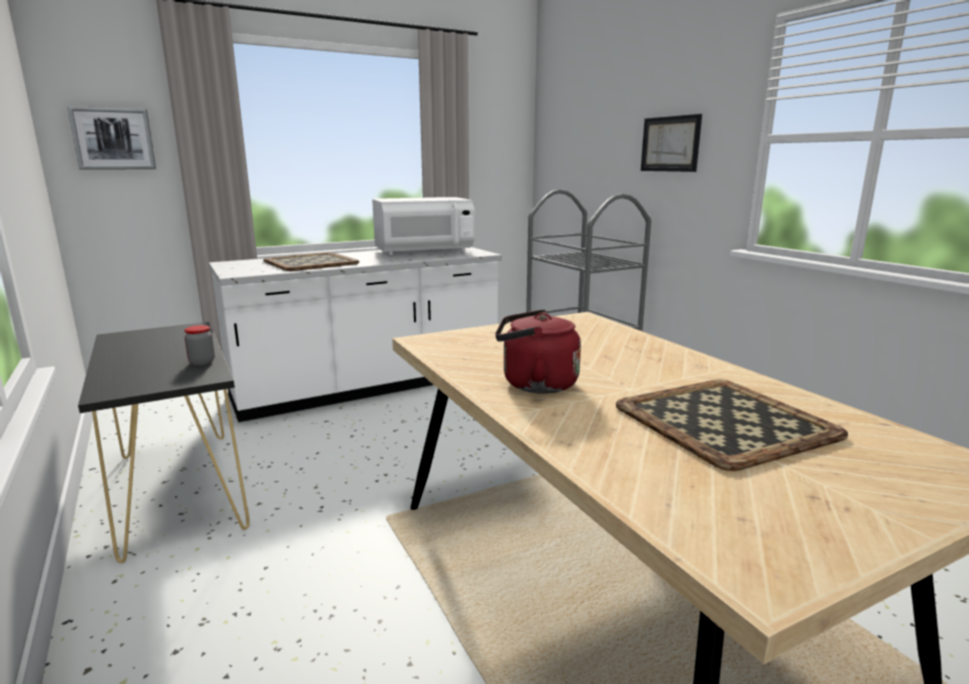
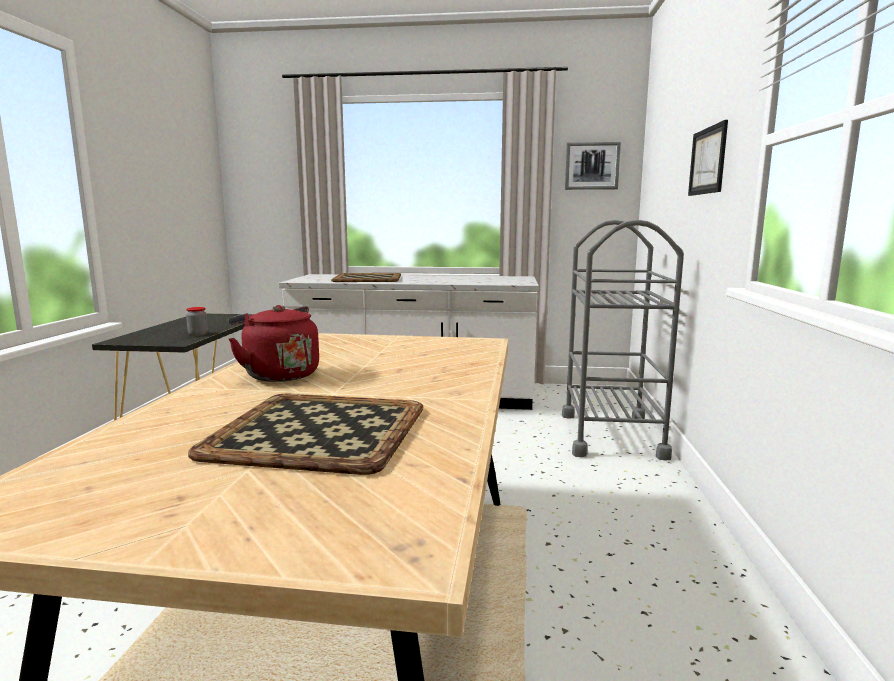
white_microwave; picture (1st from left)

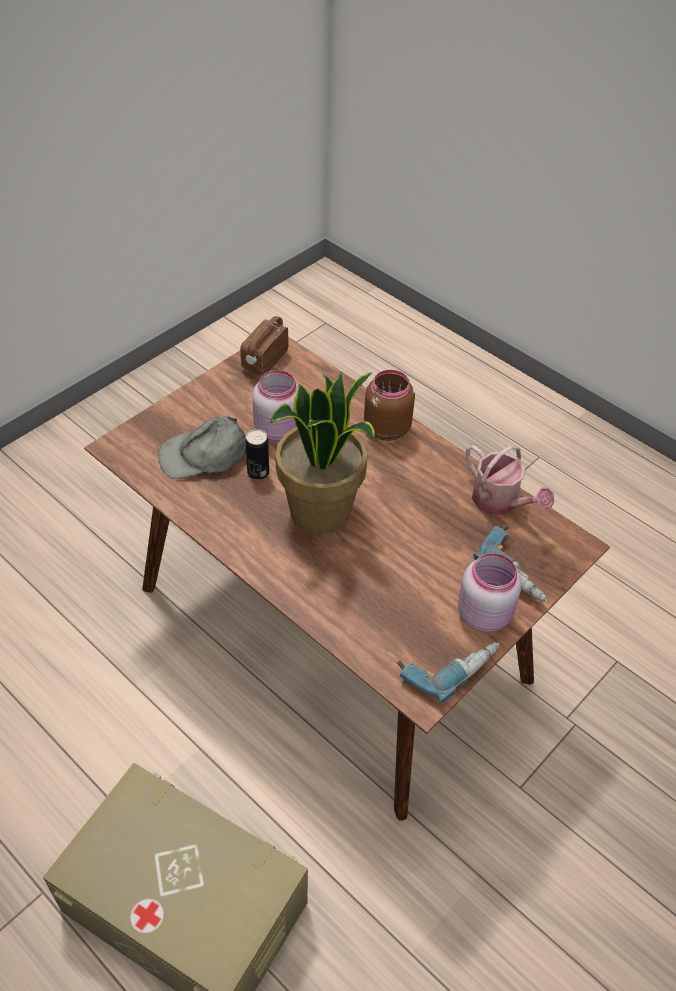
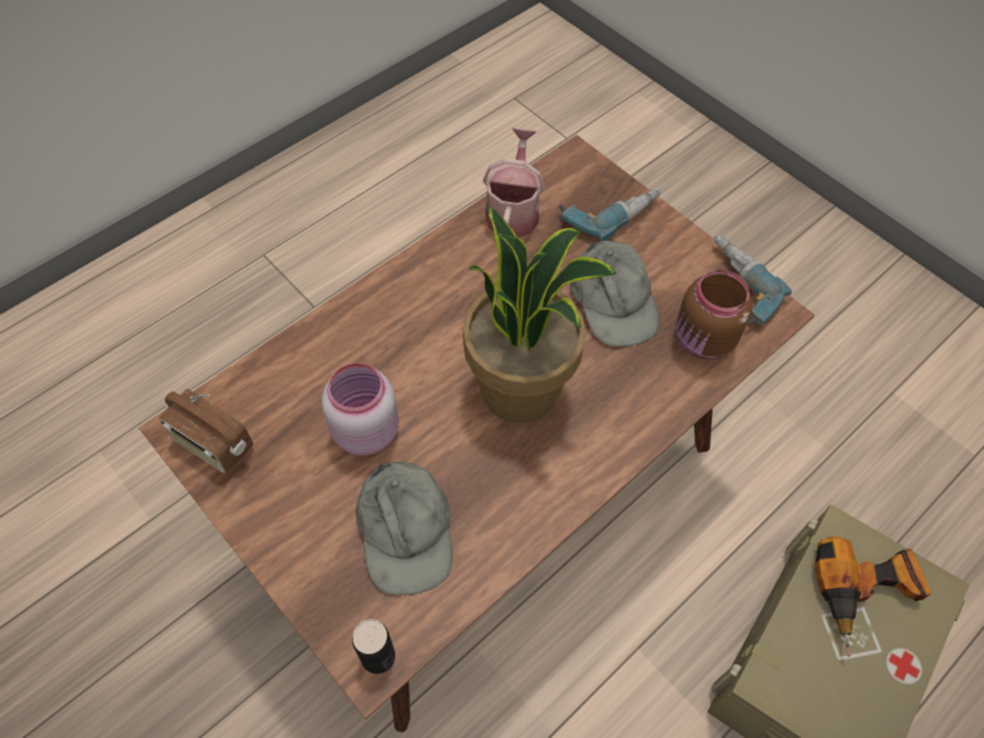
pink_jar (2nd from left in the first image); grey_cap (2nd from left); power_drill (3rd from left); can; brown_jar; watering_can

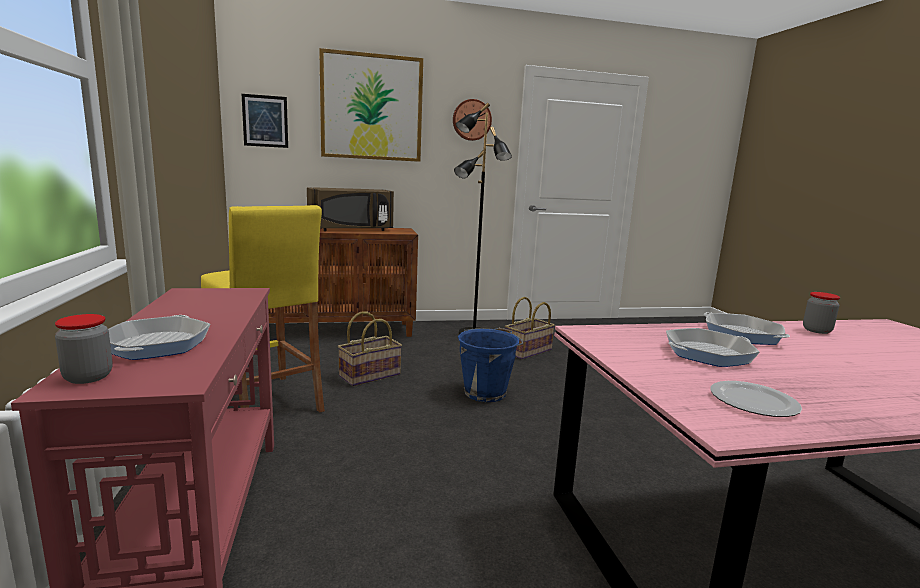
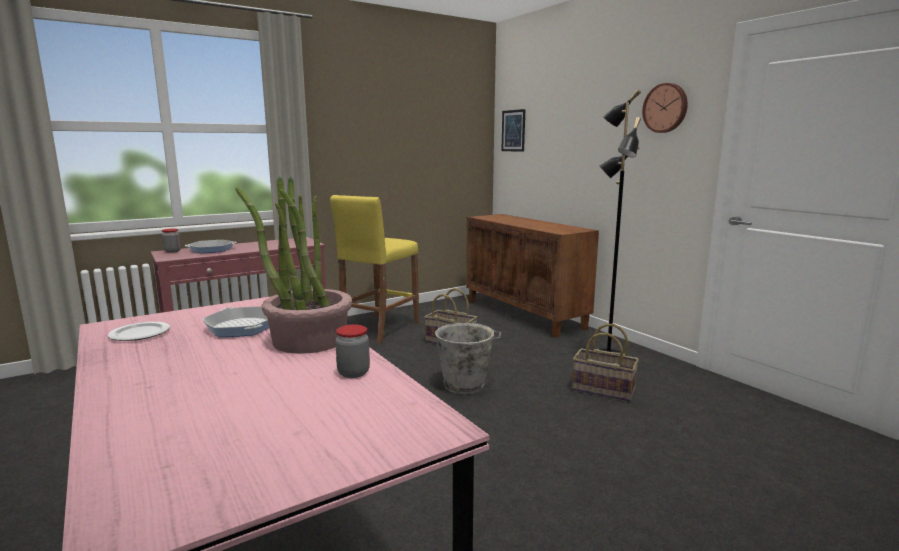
brown_microwave; picture (2nd from left in the first image); potted_plant; grey_bucket

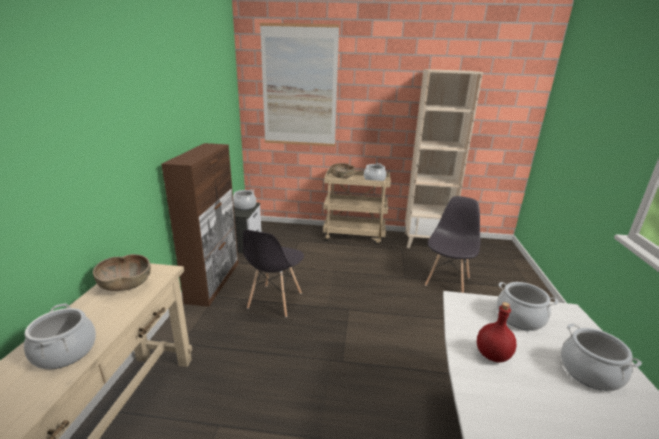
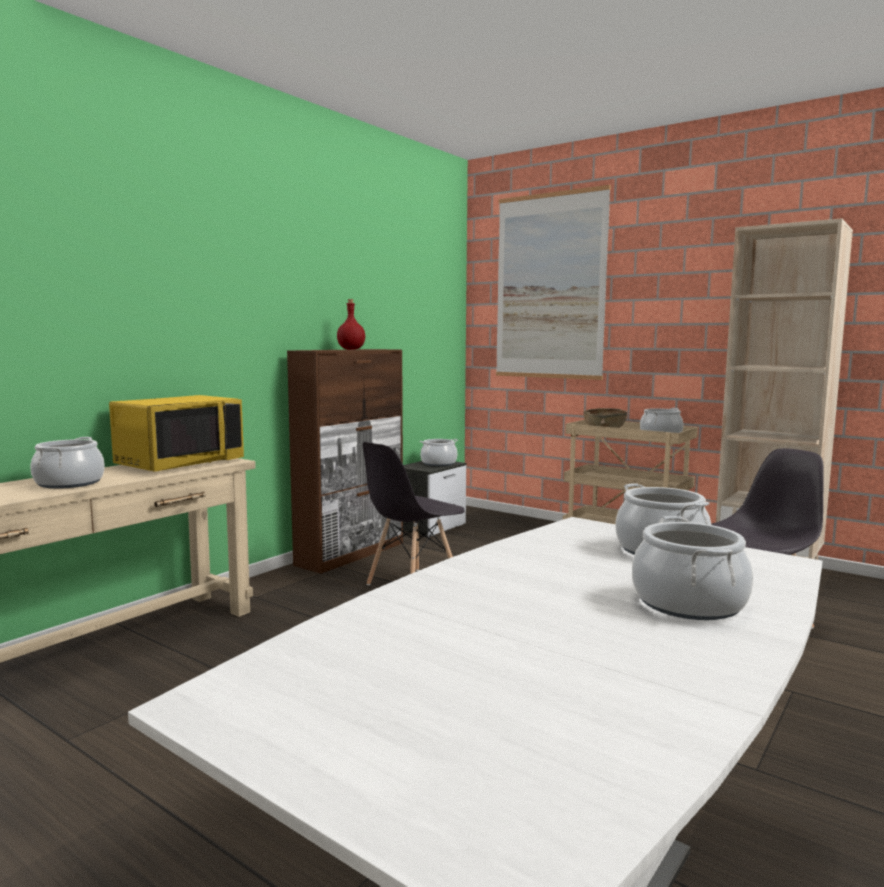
red_bottle; yellow_microwave

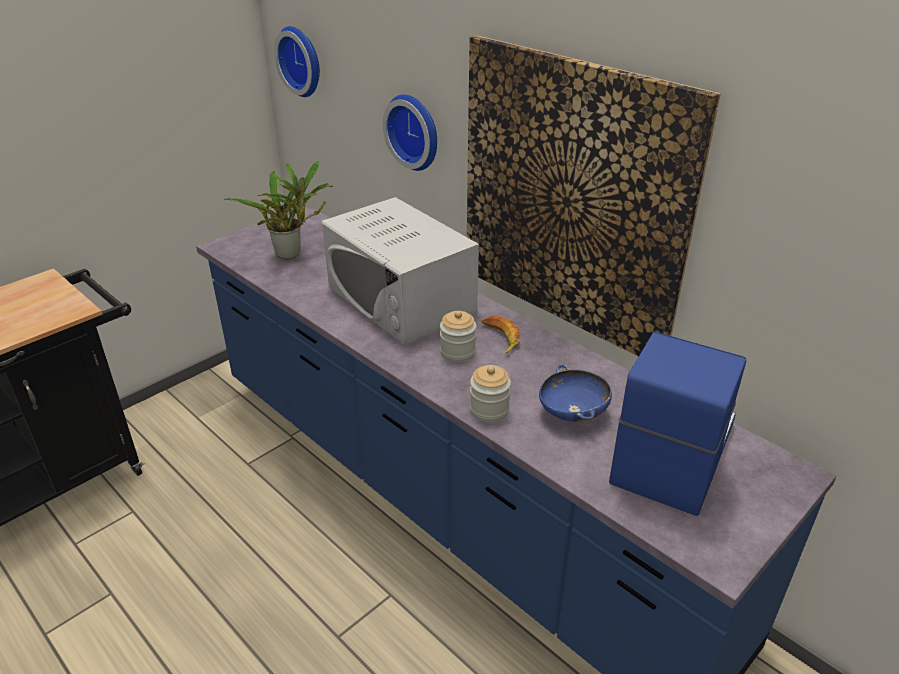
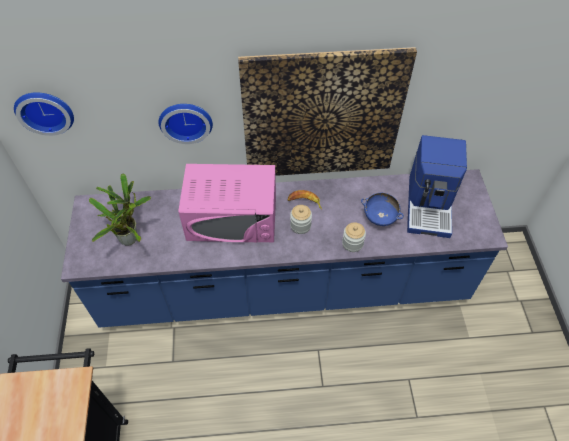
pink_microwave; coffee_machine

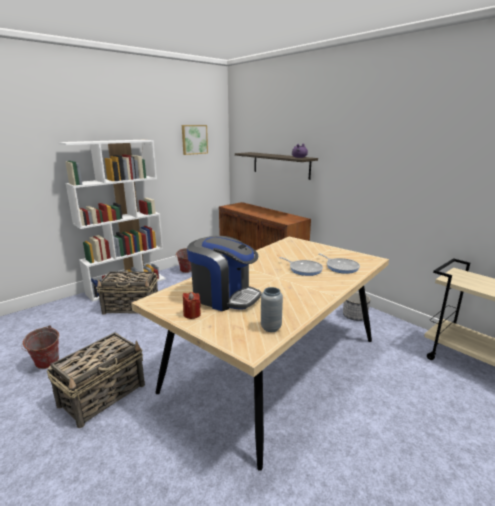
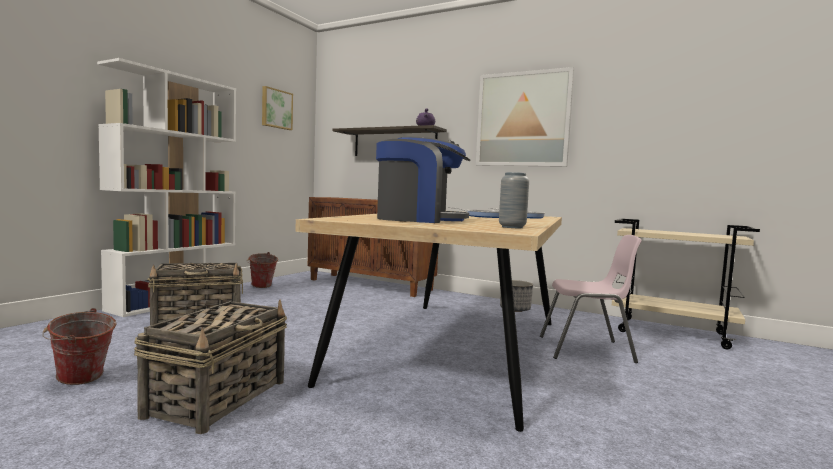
red_candle; picture (2nd from left); pink_chair

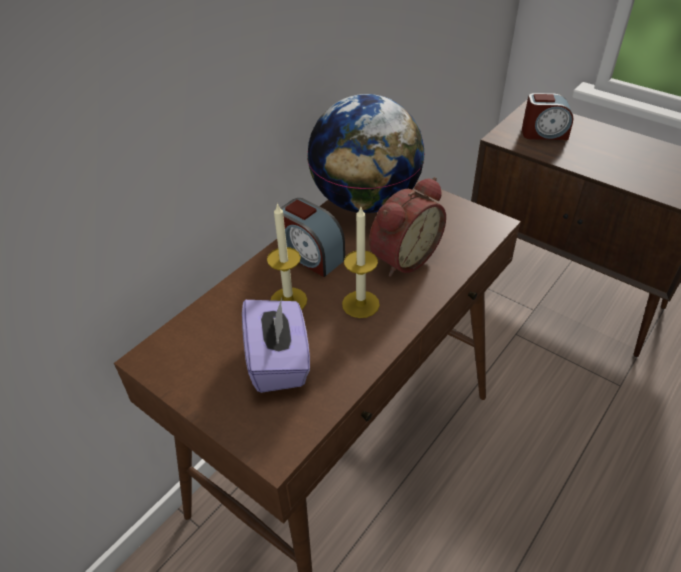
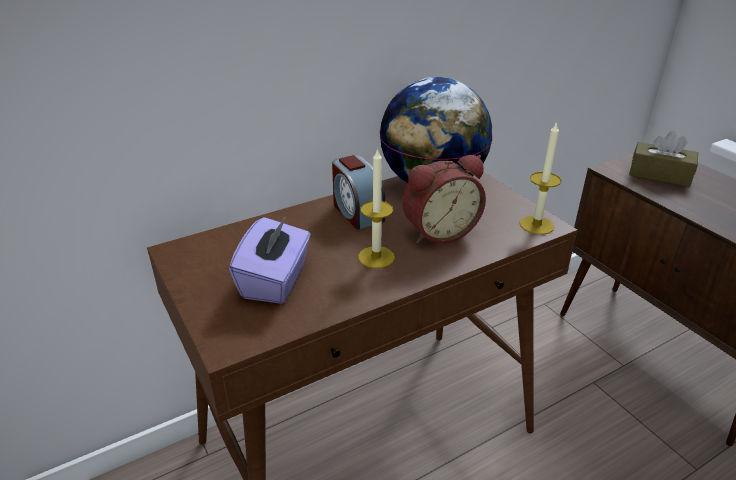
candle (2nd from left); brown_tissue_box

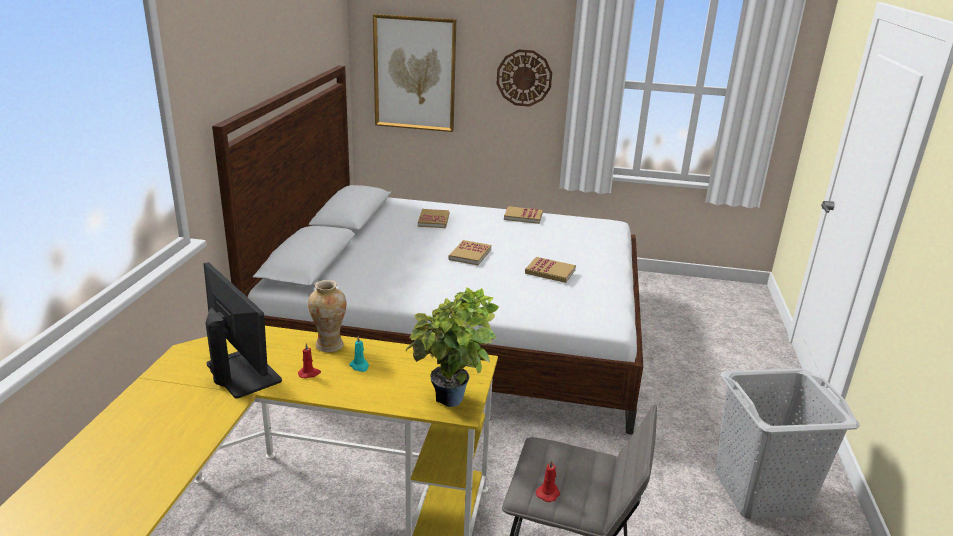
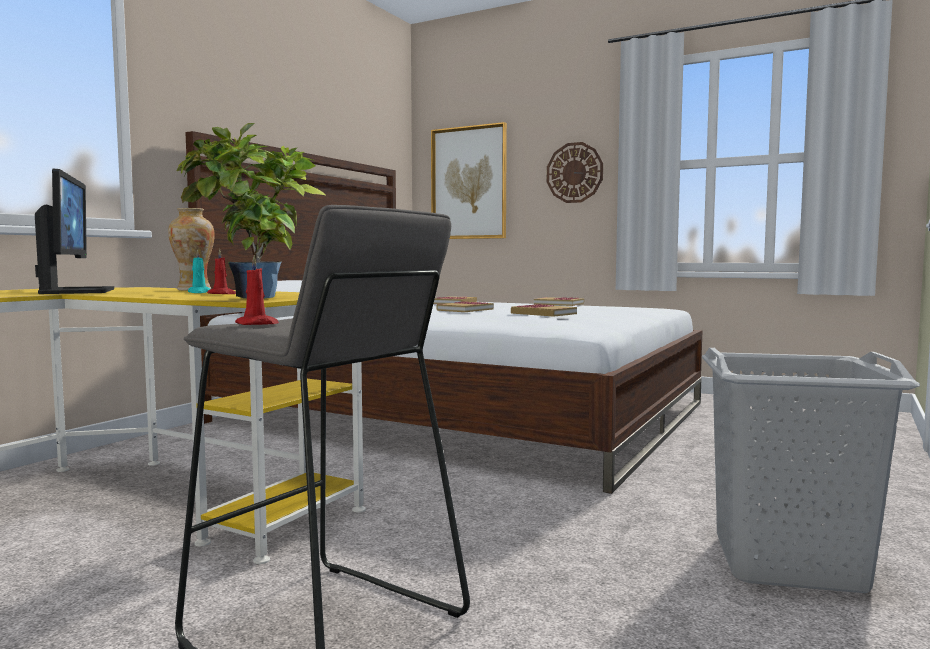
red_candle (1st from left)

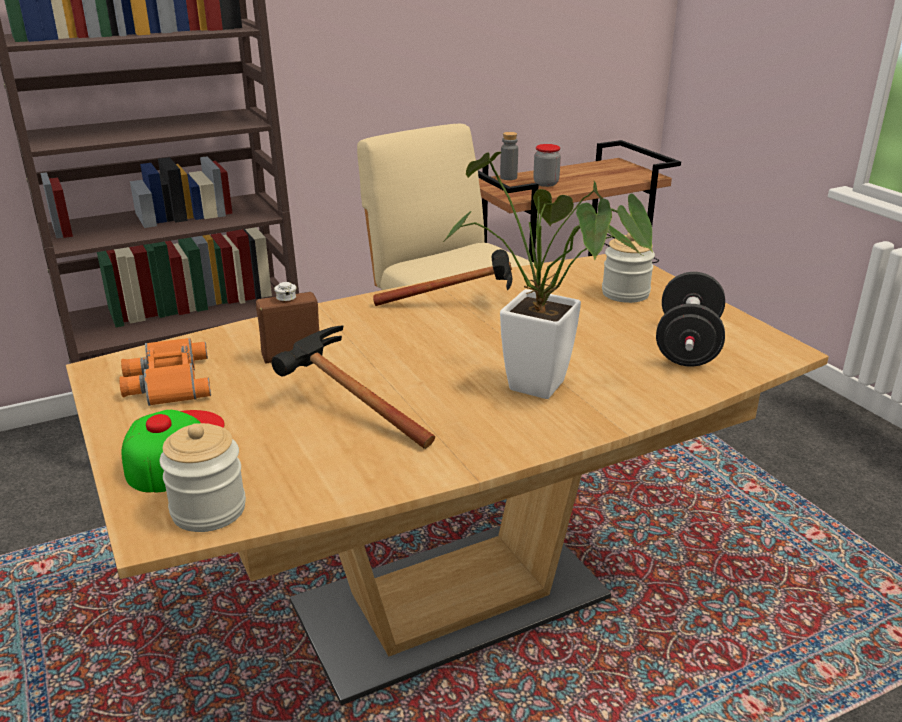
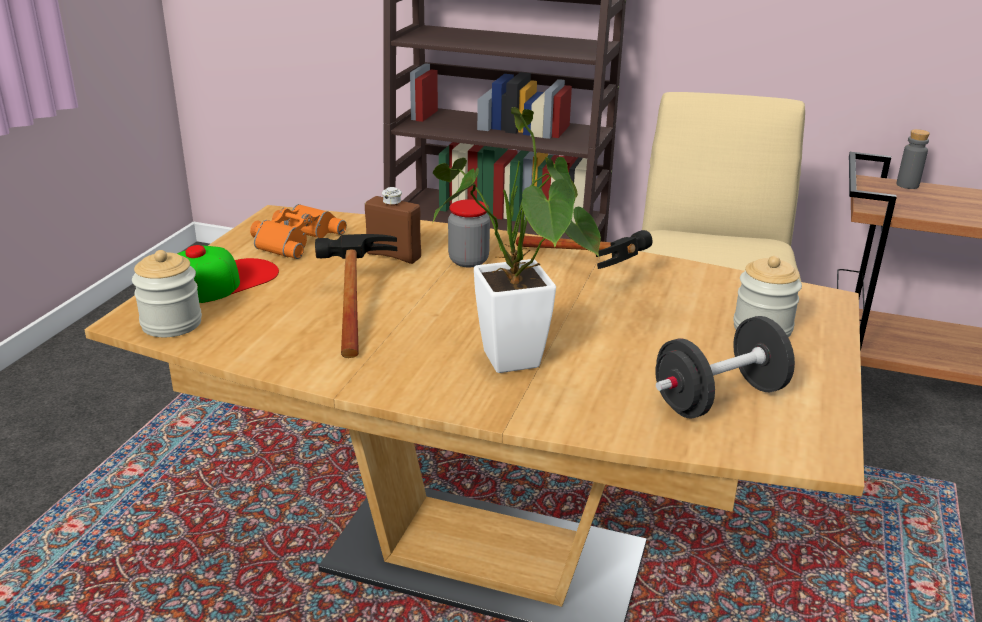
jar (2nd from left)

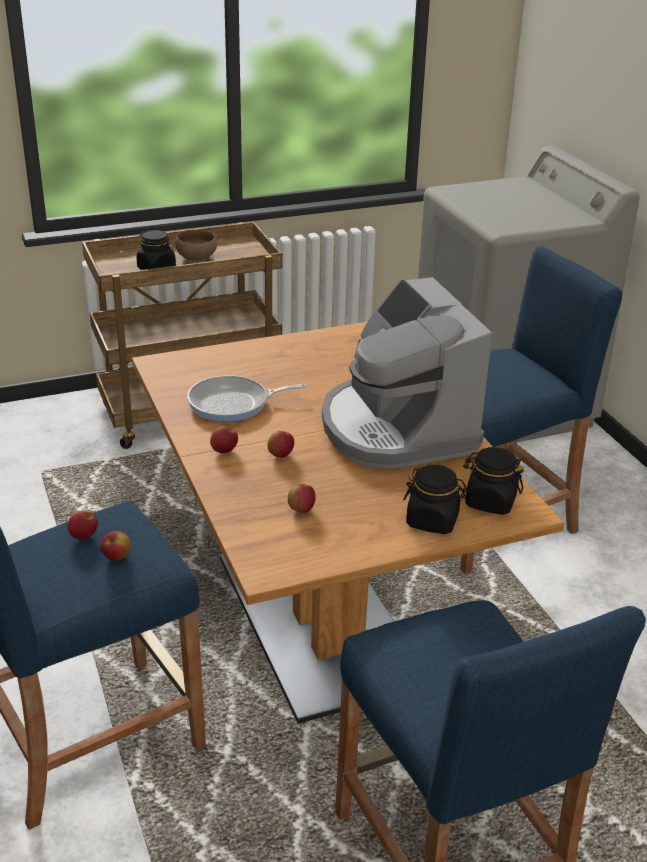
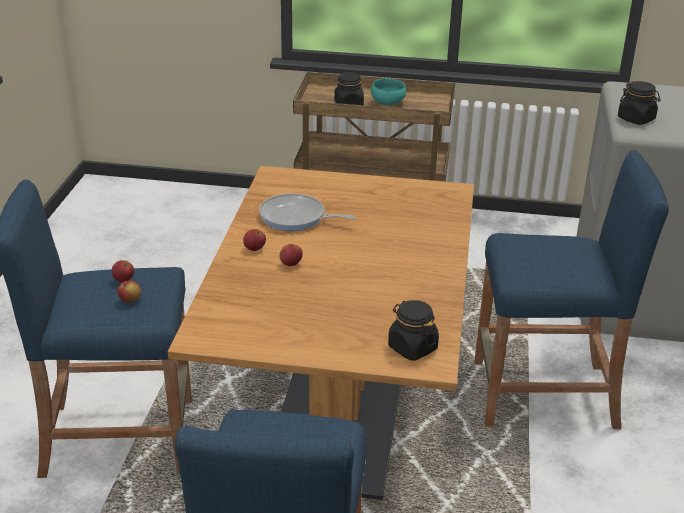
apple (5th from left in the first image); coffee_machine; black_jar (3rd from left); turquoise_bowl

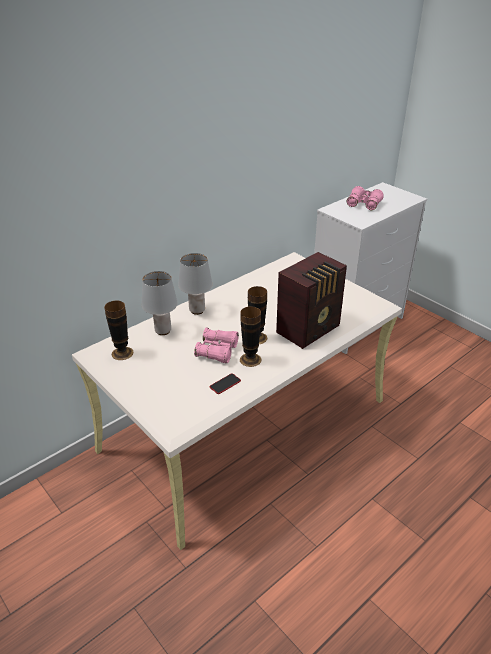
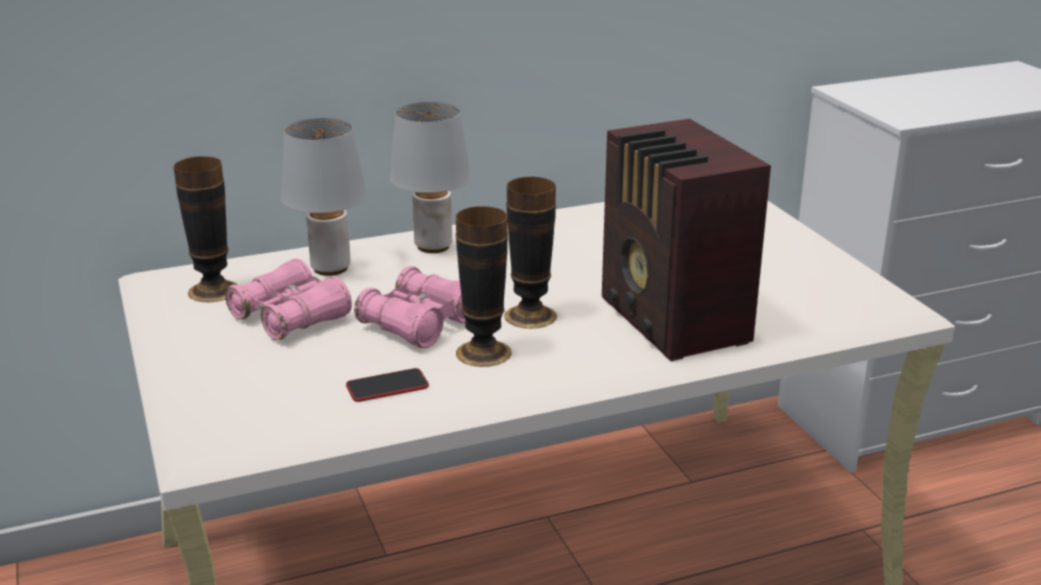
pink_binoculars (1st from left); radio

